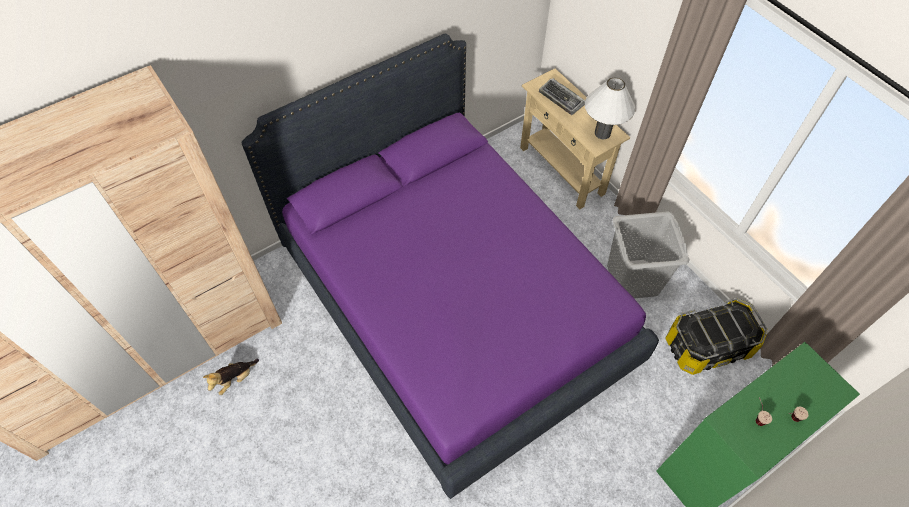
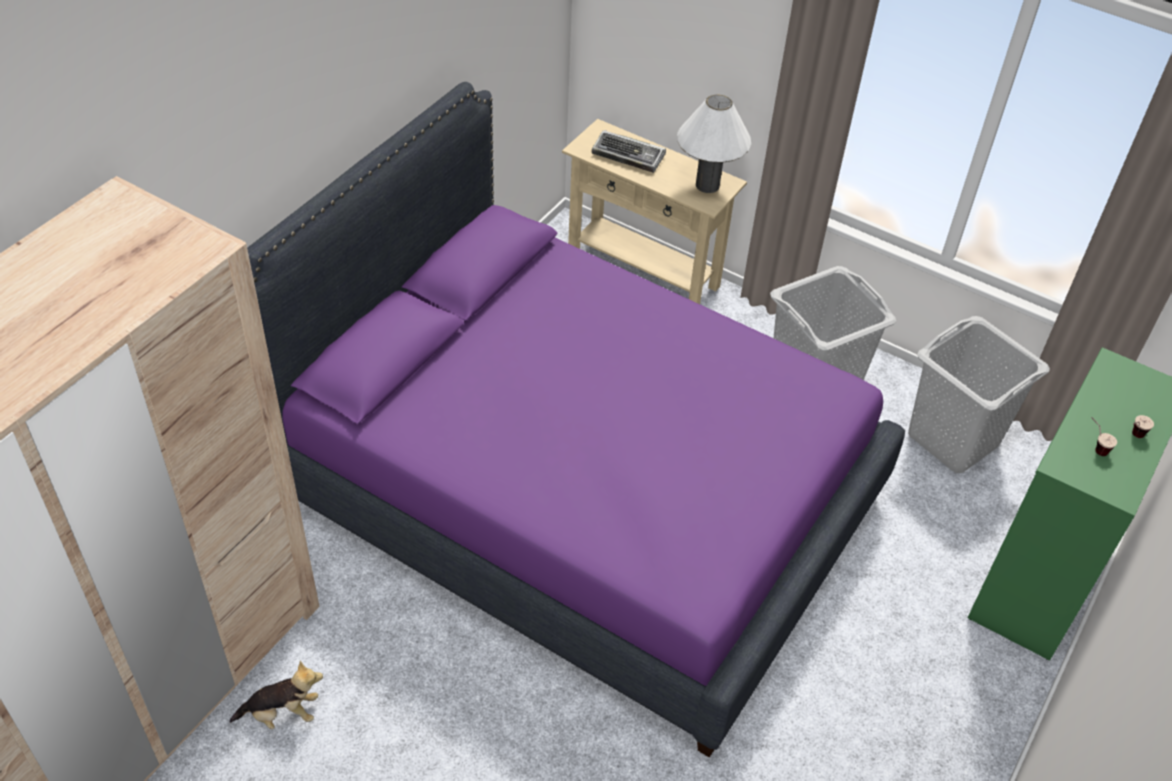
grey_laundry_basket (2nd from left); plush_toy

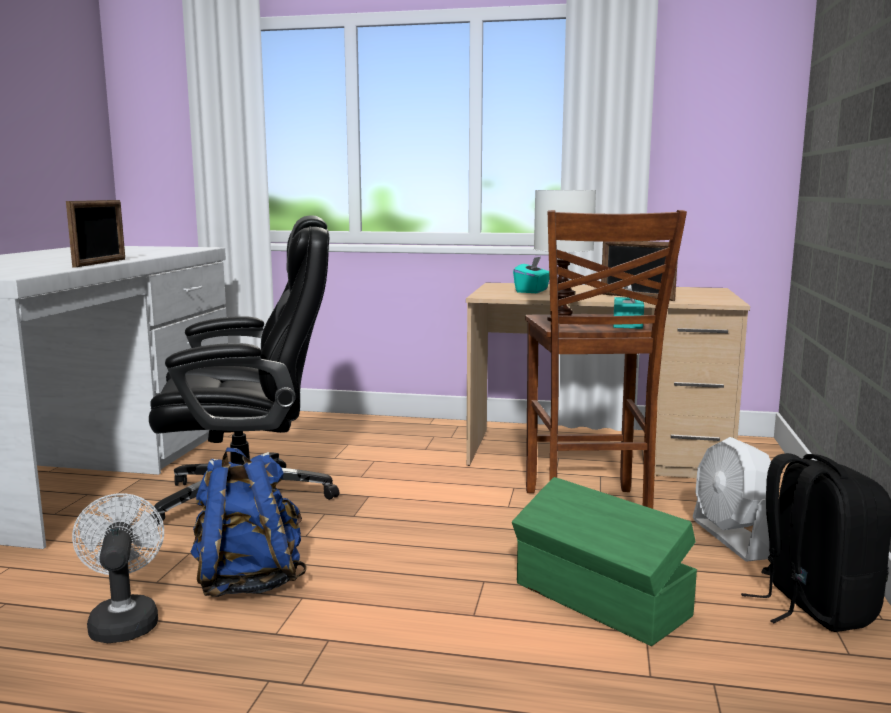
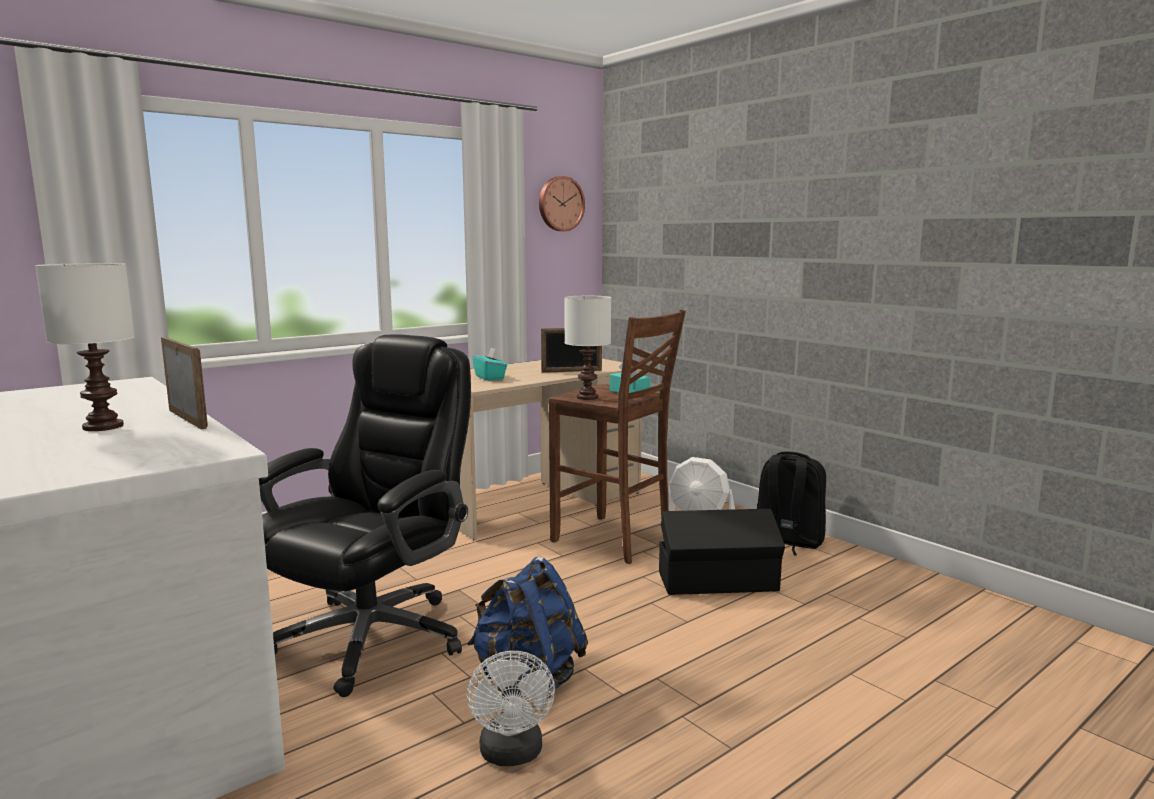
white_table_lamp (1st from left); wall_clock; black_storage_box; white_fan (1st from left)

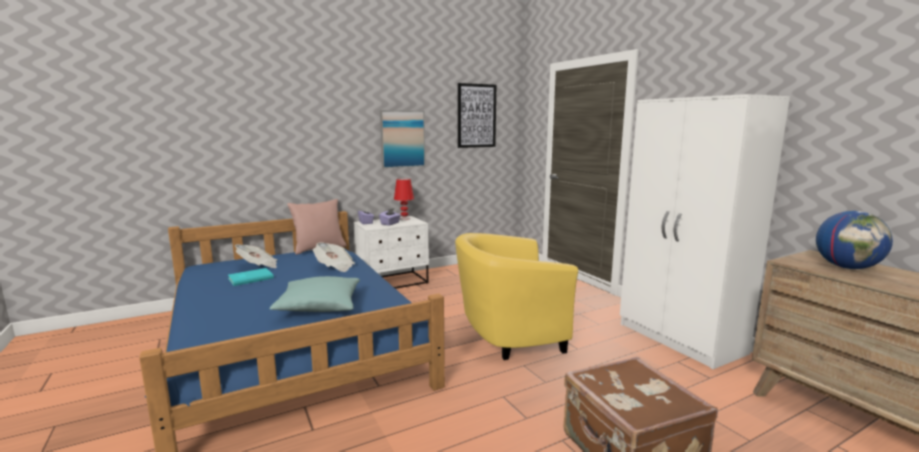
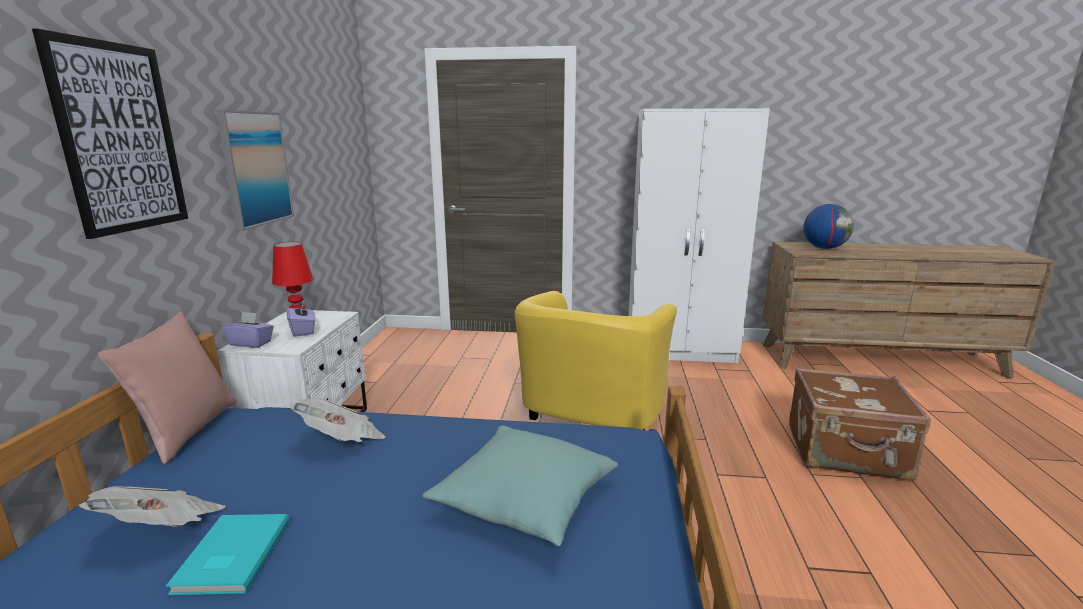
picture (1st from left)

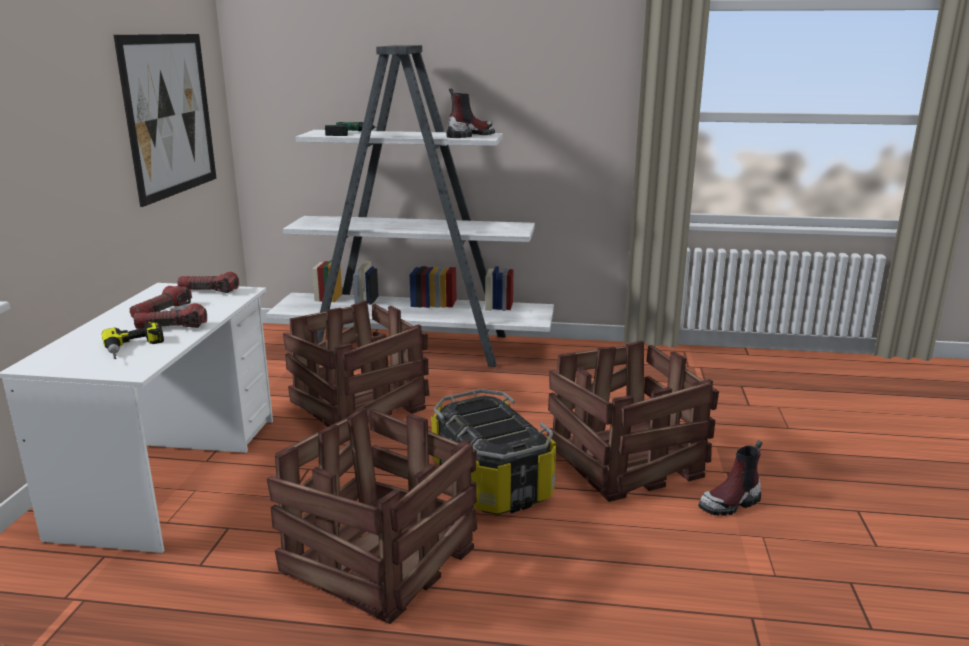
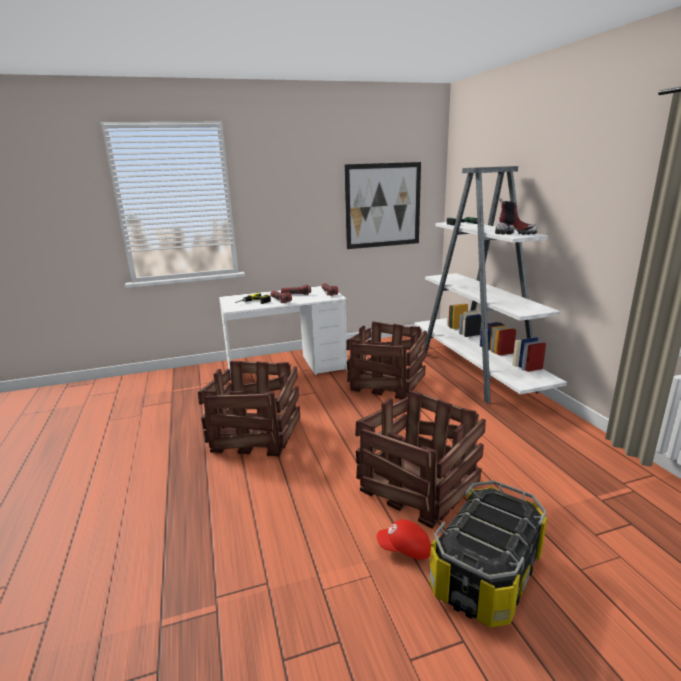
storage_box; red_cap

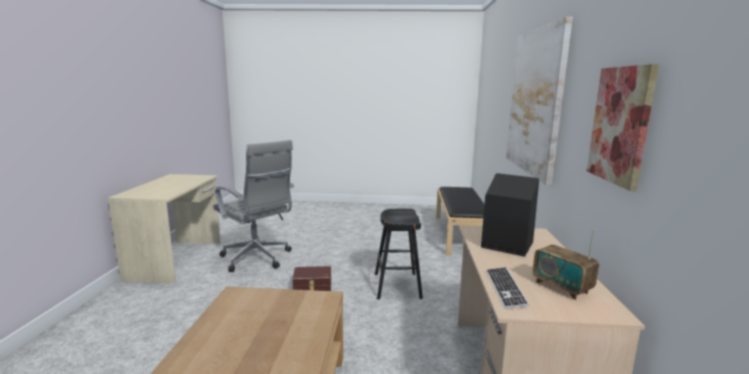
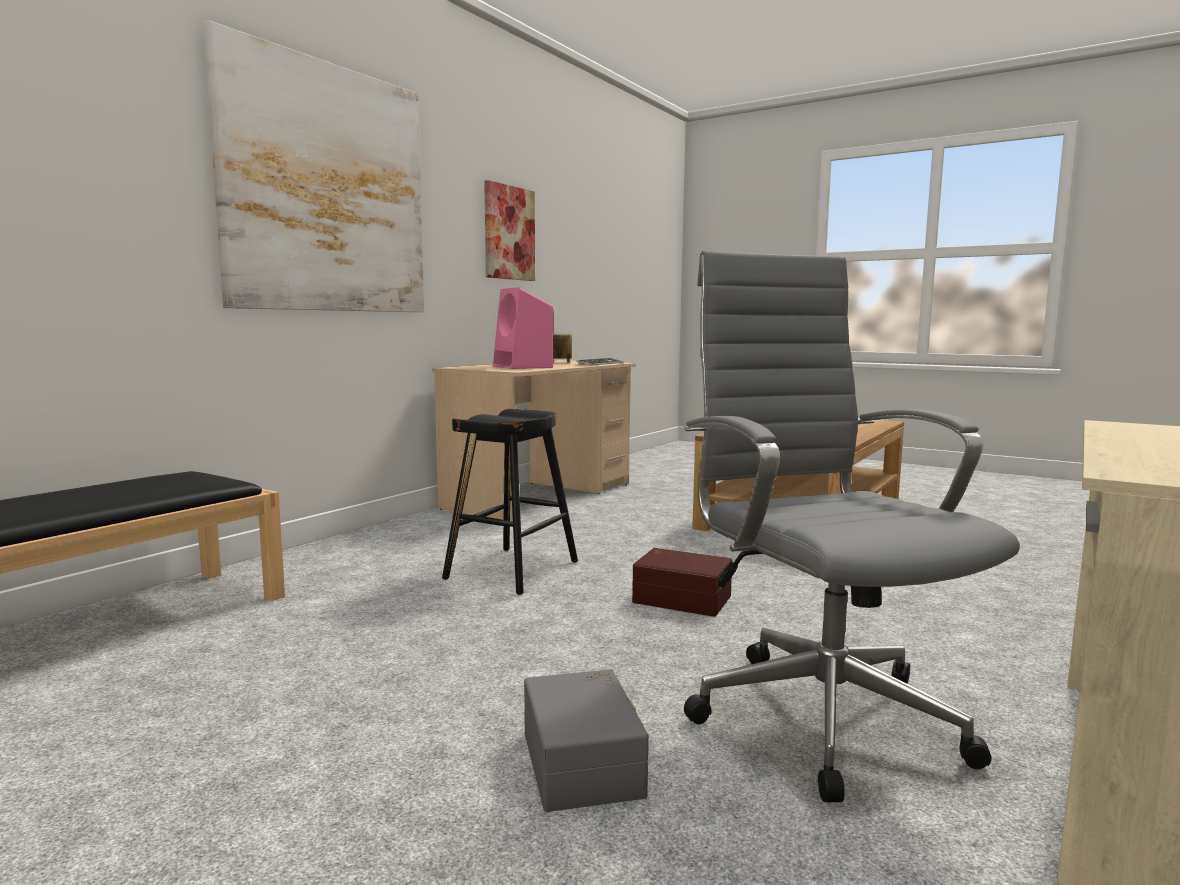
grey_storage_box; pink_speaker

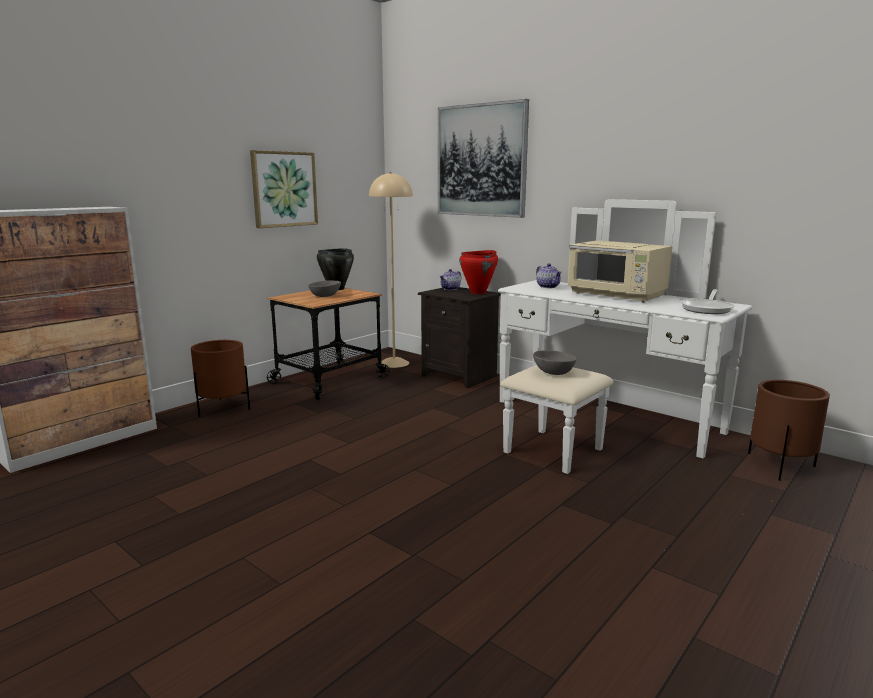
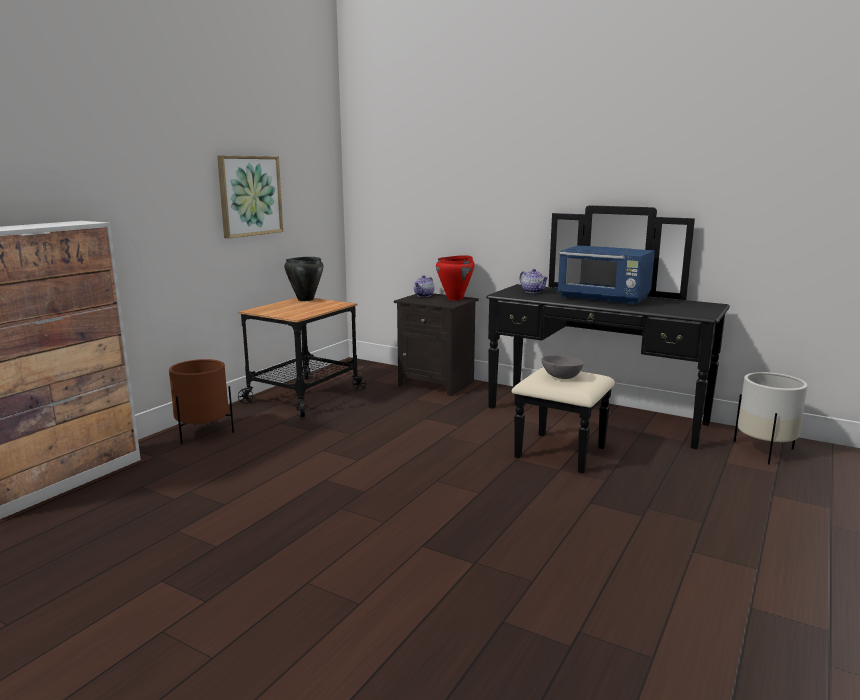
grey_bowl (1st from left in the first image); beige_floor_lamp; picture (2nd from left in the first image); frying_pan; black_dresser; blue_microwave; white_planter

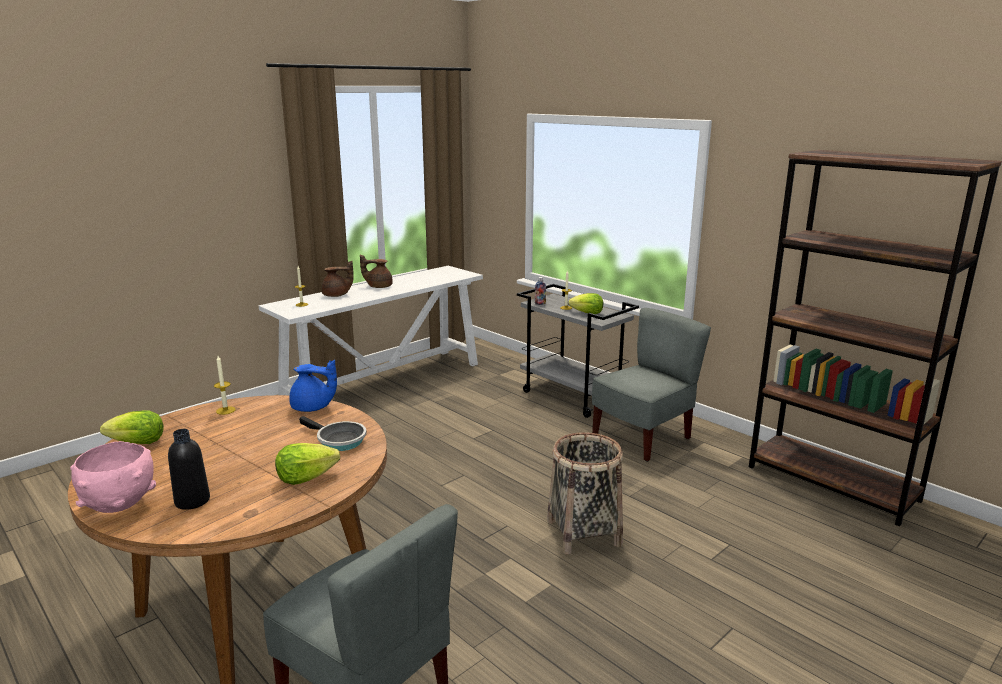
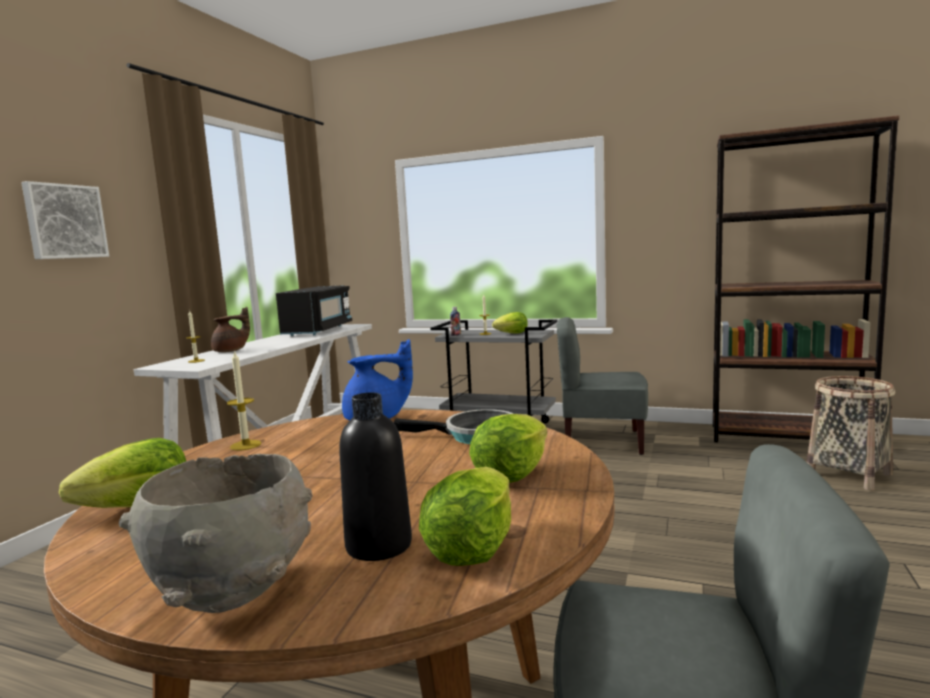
brown_teapot (2nd from left in the first image); picture; black_microwave; lettuce (2nd from left); basket; grey_bowl; grey_chair (1st from left)

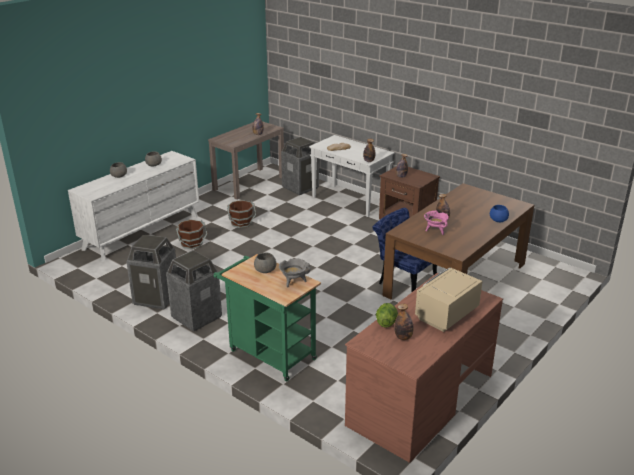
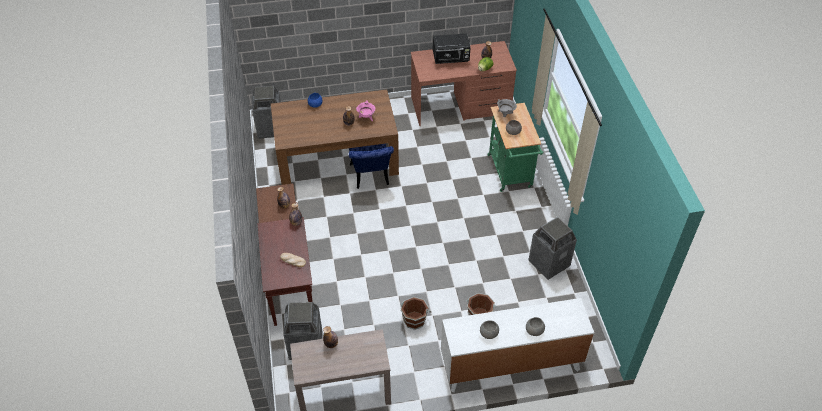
trash_can (1st from left); brown_console_table (1st from left); black_microwave

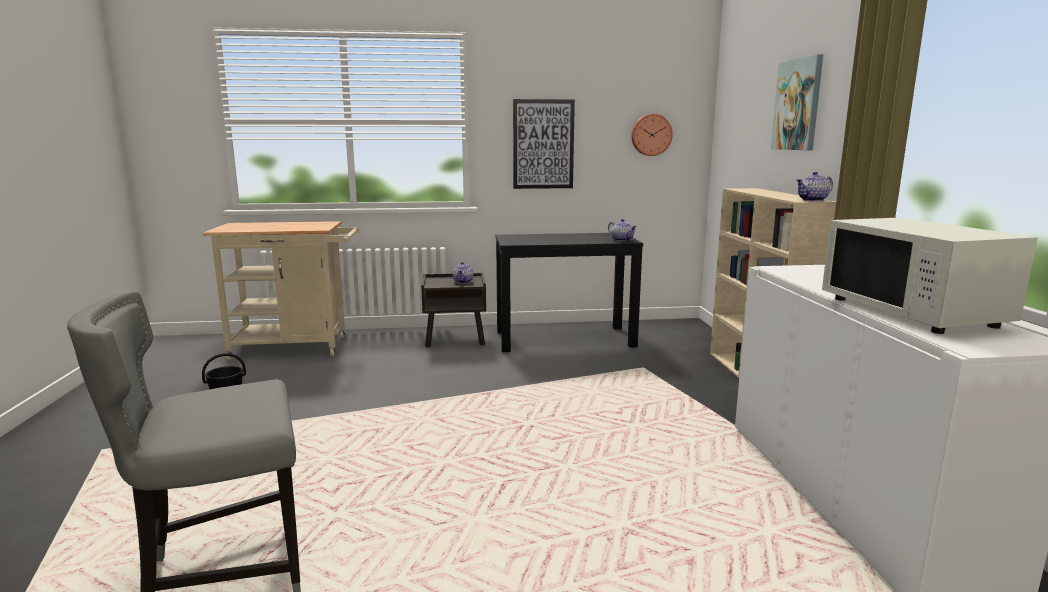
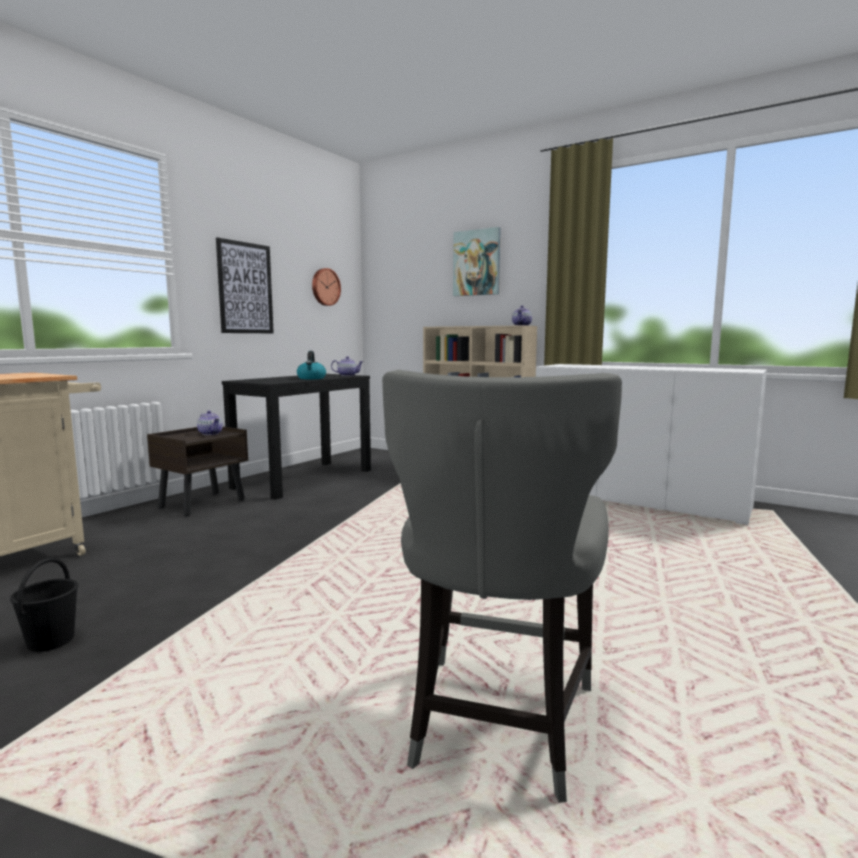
white_microwave; kettle

